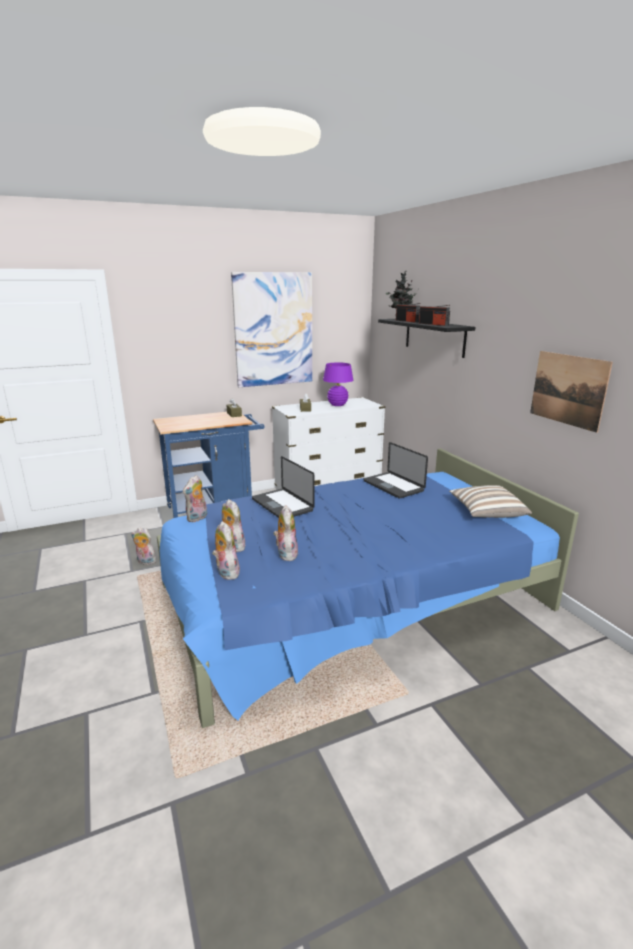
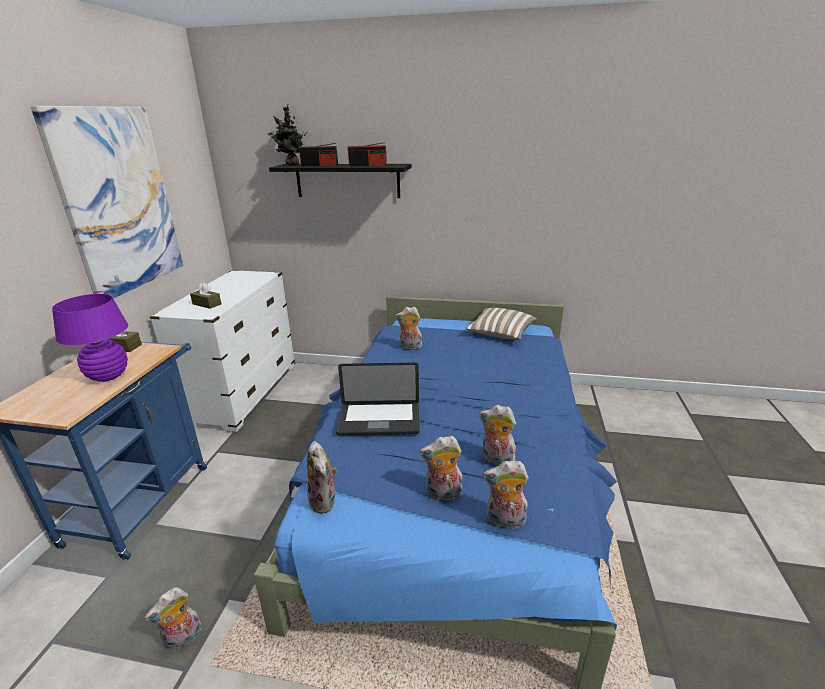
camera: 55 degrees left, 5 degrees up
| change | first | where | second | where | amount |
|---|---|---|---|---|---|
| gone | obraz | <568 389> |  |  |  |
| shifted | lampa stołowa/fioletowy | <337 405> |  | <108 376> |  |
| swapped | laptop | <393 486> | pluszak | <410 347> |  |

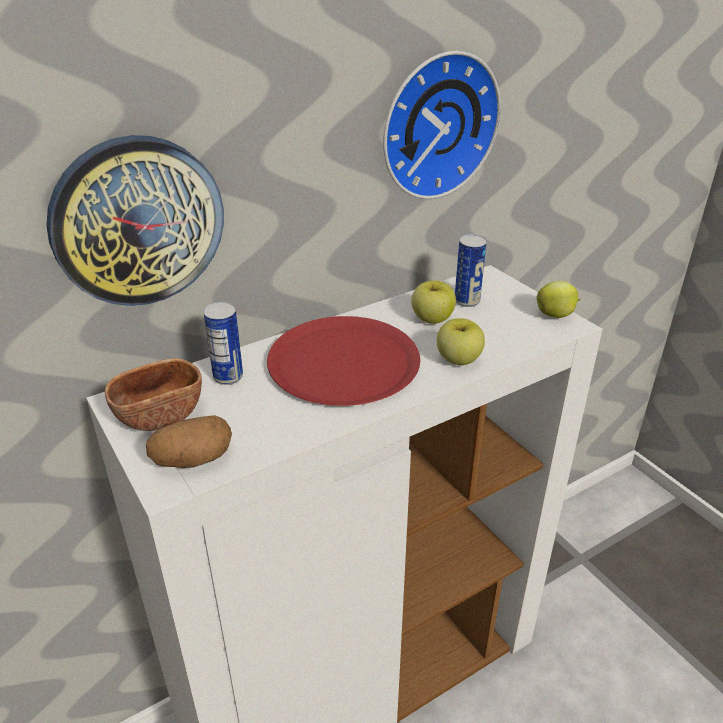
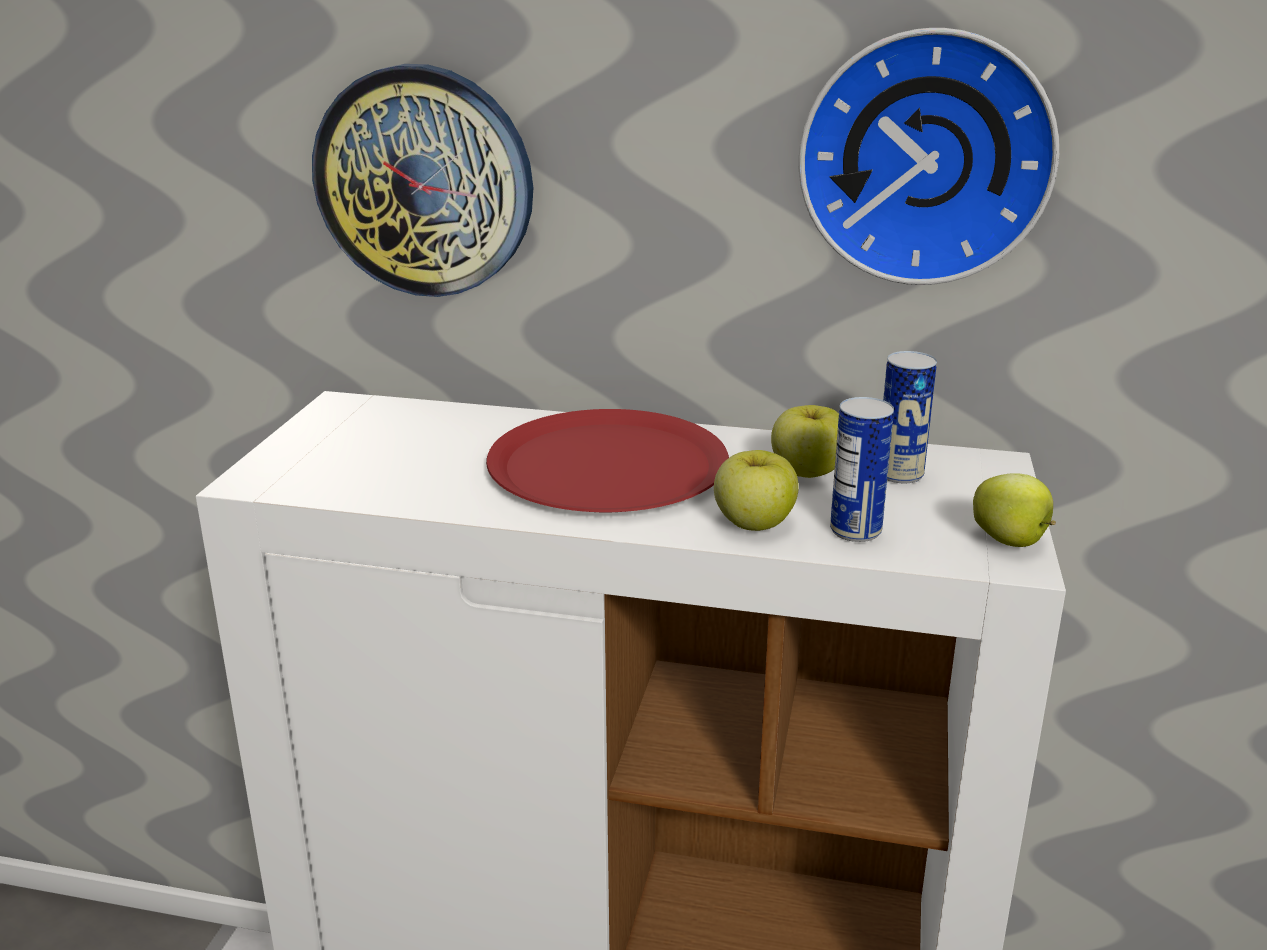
camera: 45 degrees right, 10 degrees down
| change | first | where | second | where | amount |
|---|---|---|---|---|---|
| shifted | puszka | <228 376> |  | <855 531> |  |
| gone | miska/brązowy | <159 414> |  |  |  |
| gone | ziemniak | <193 460> |  |  |  |

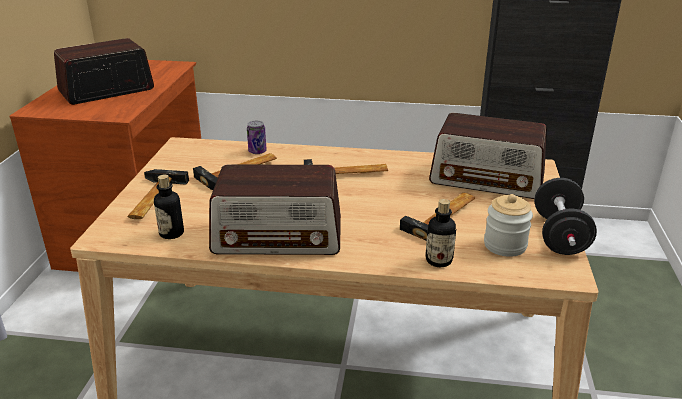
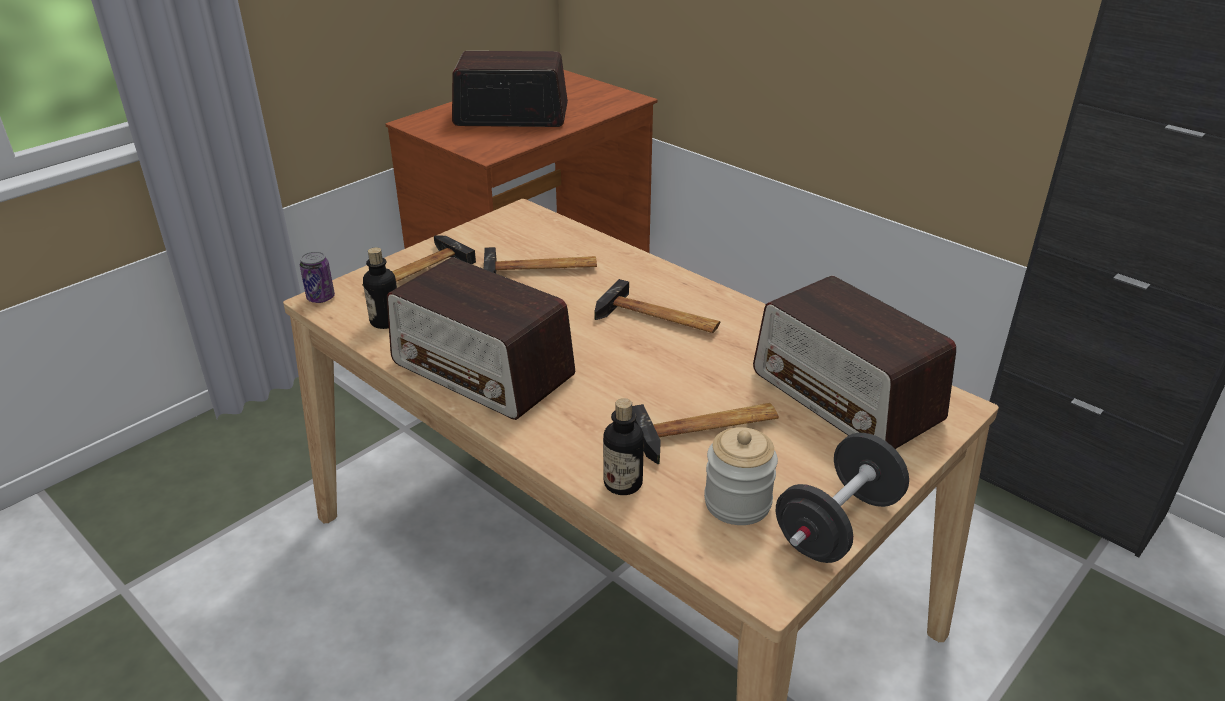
camera: 35 degrees right, 5 degrees up
| change | first | where | second | where | amount |
|---|---|---|---|---|---|
| shifted | puszka | <257 151> |  | <321 298> |  |

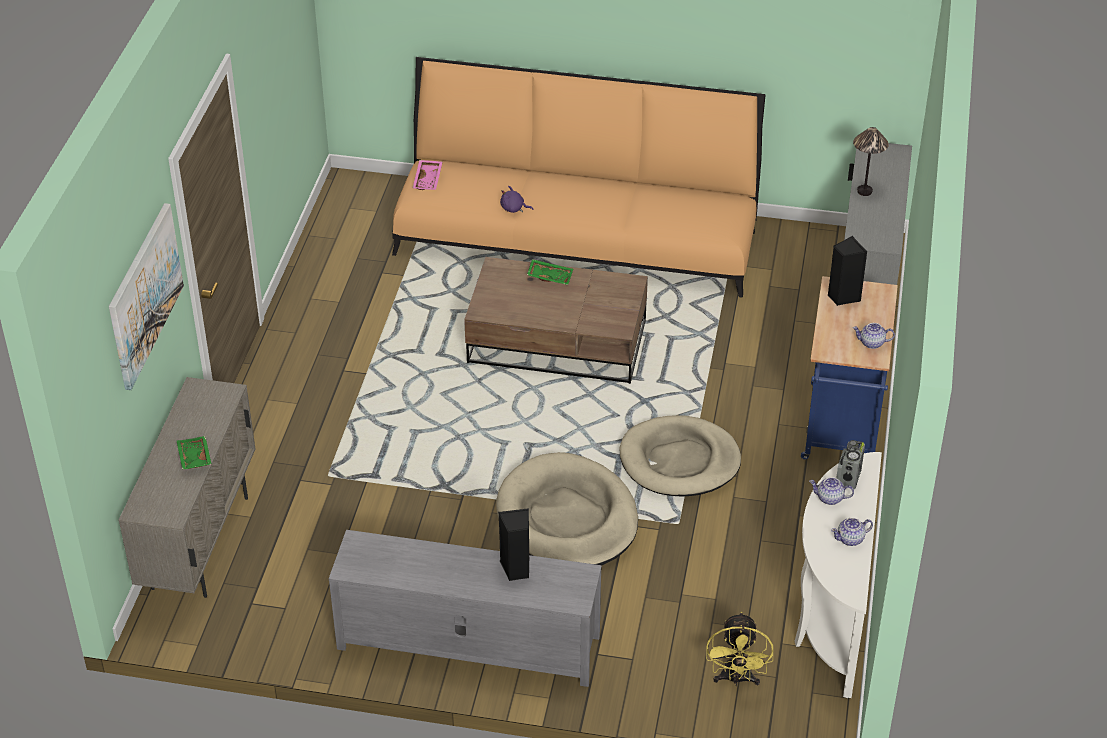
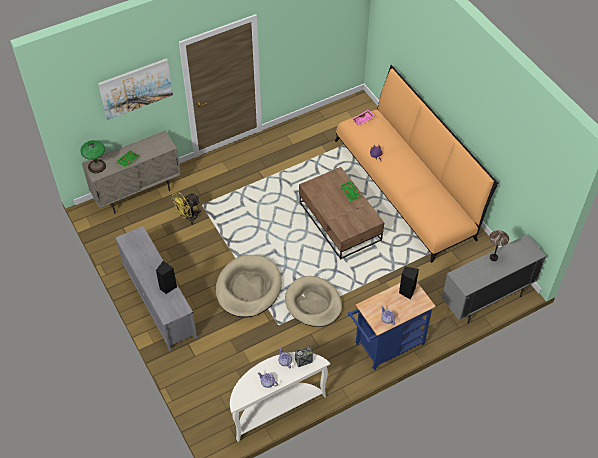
camera: 50 degrees right, 10 degrees up
| change | first | where | second | where | amount |
|---|---|---|---|---|---|
| shifted | wentylator/żółty | <736 679> |  | <188 217> |  |
| new |  |  | lampa stołowa | <97 166> |  |

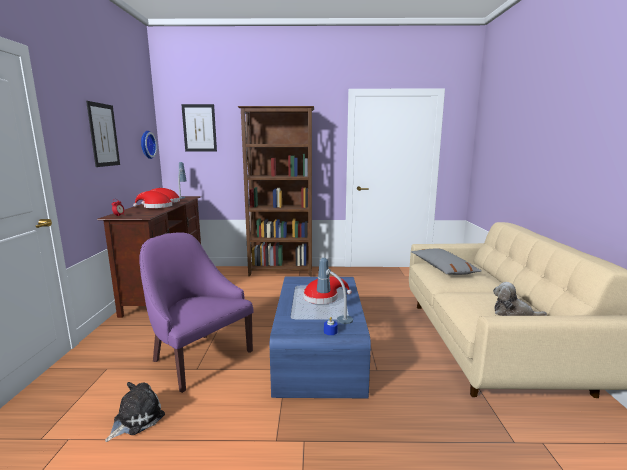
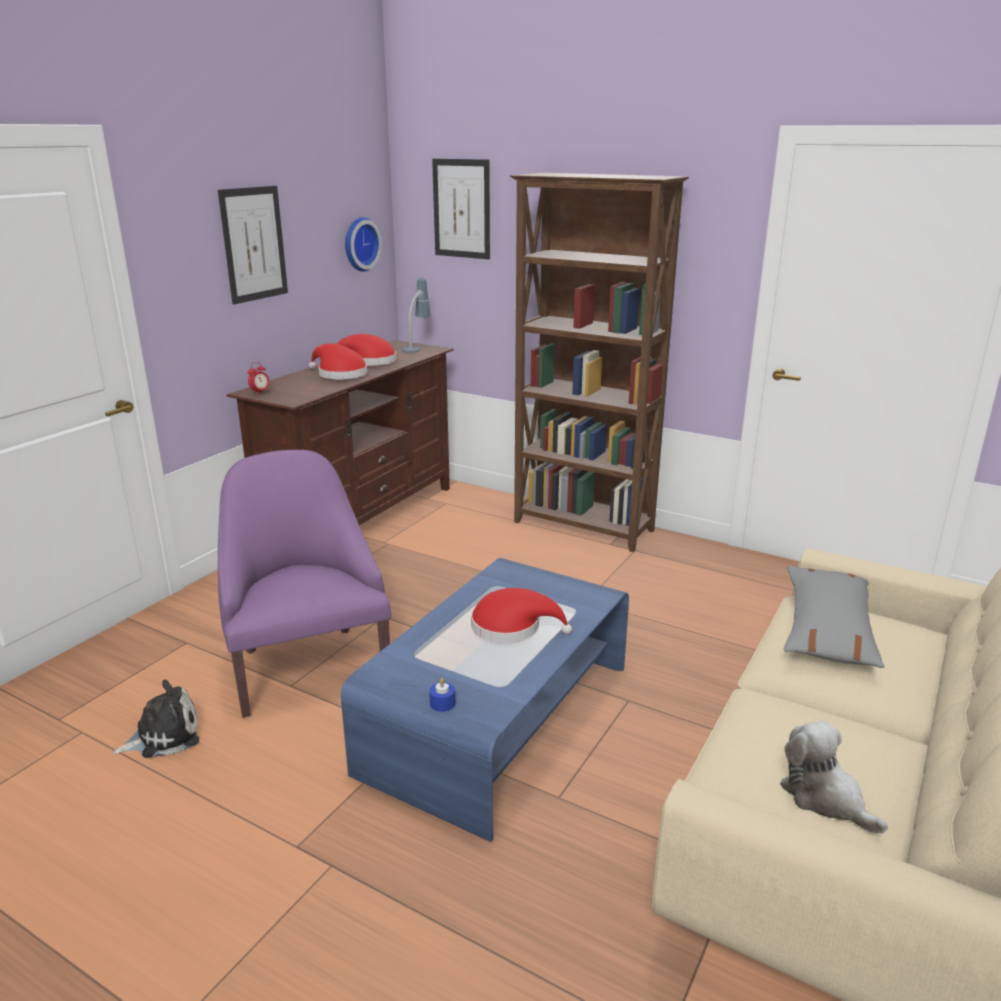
camera: 30 degrees right, 10 degrees up
| change | first | where | second | where | amount |
|---|---|---|---|---|---|
| gone | lampa stołowa | <334 317> |  |  |  |

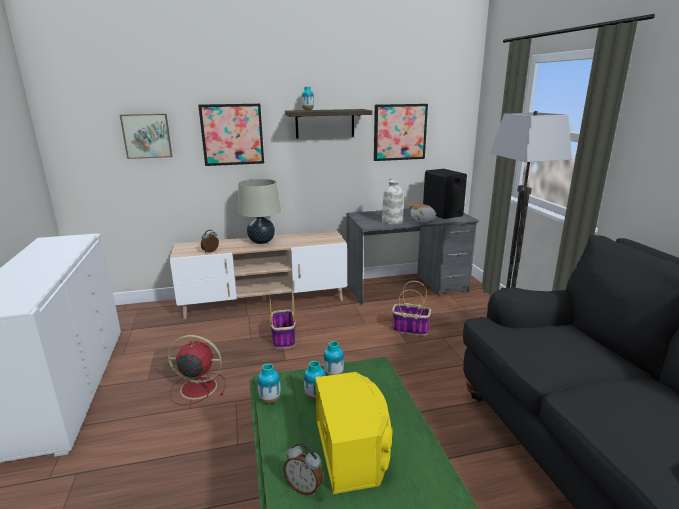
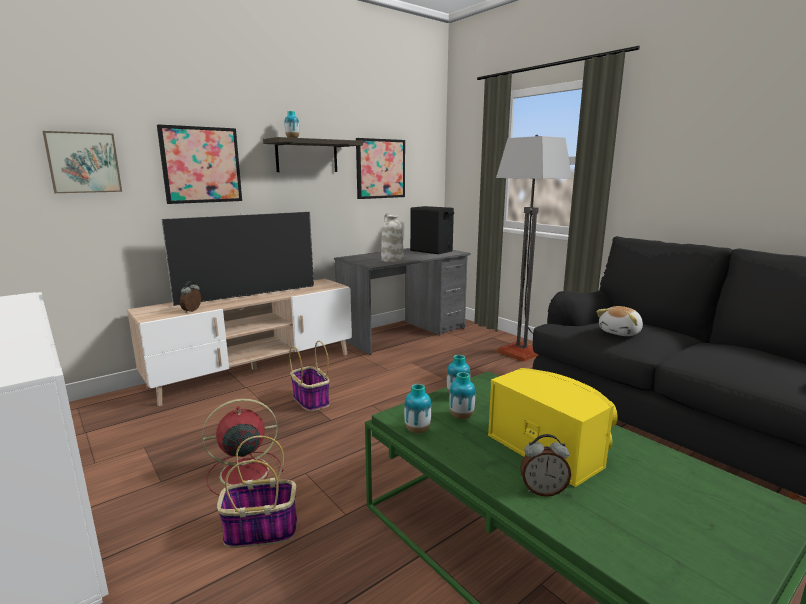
camera: 25 degrees left, 5 degrees down
| change | first | where | second | where | amount |
|---|---|---|---|---|---|
| swapped | lampa stołowa/beżowy | <261 241> | telewizor | <248 295> |  |
| shifted | pluszak | <423 220> |  | <621 332> |  |
| shifted | koszyk | <409 329> |  | <259 531> |  |

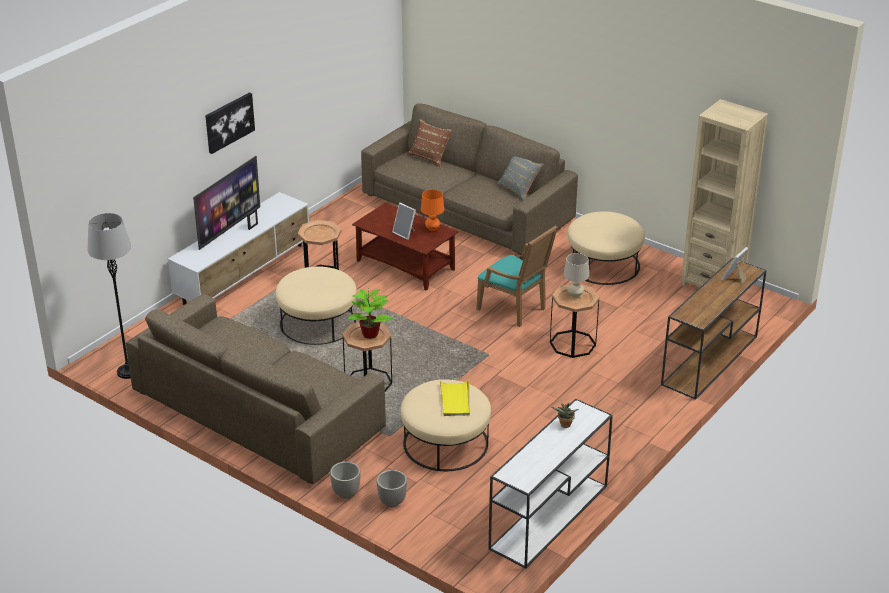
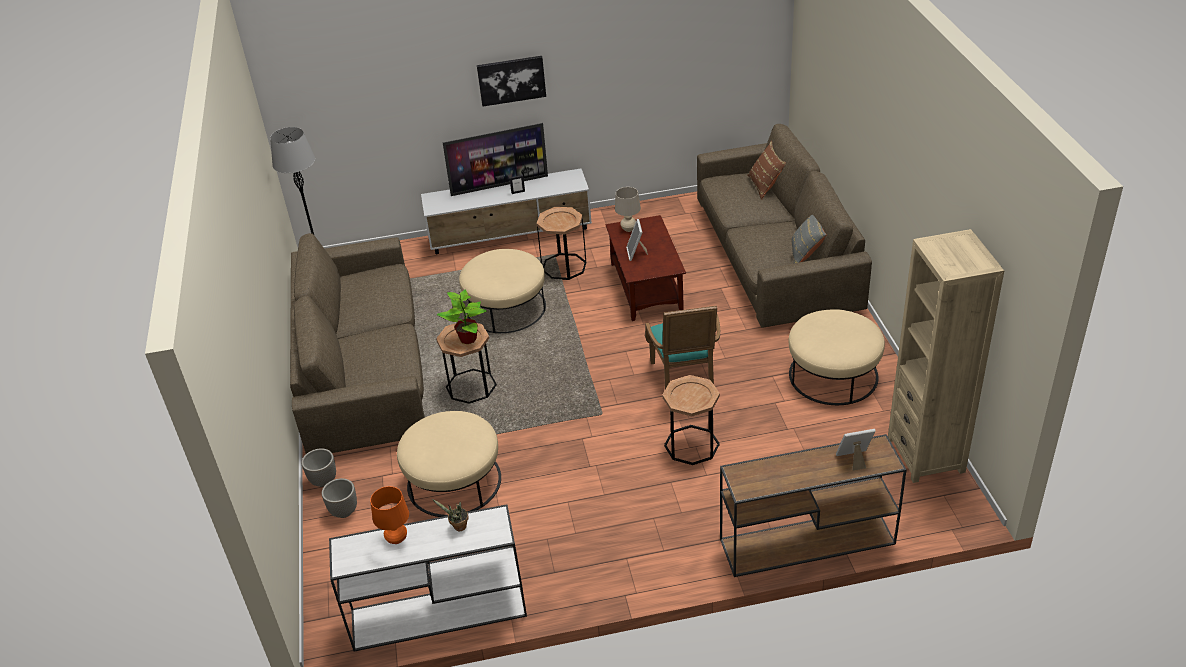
camera: 45 degrees right, 5 degrees up
| change | first | where | second | where | amount |
|---|---|---|---|---|---|
| shifted | lampa stołowa/pomarańczowy | <432 228> |  | <396 539> |  |
| shifted | lampa stołowa/beżowy | <575 295> |  | <628 229> |  |
| gone | taca/żółty | <455 400> |  |  |  |

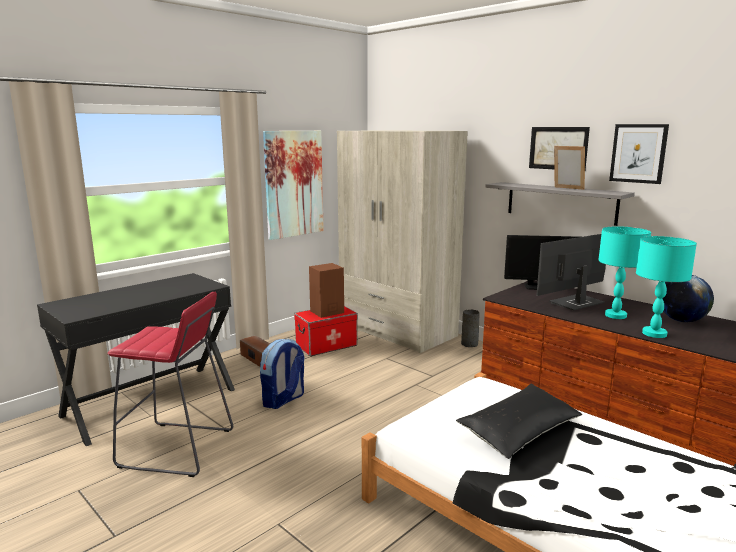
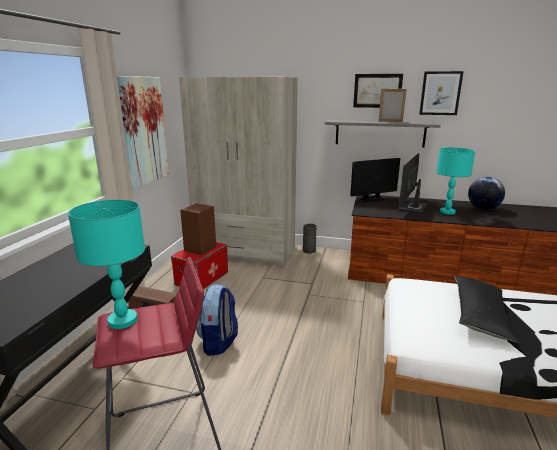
camera: 30 degrees left, 5 degrees up
| change | first | where | second | where | amount |
|---|---|---|---|---|---|
| shifted | lampa stołowa/turkusowy | <655 334> |  | <123 320> |  |

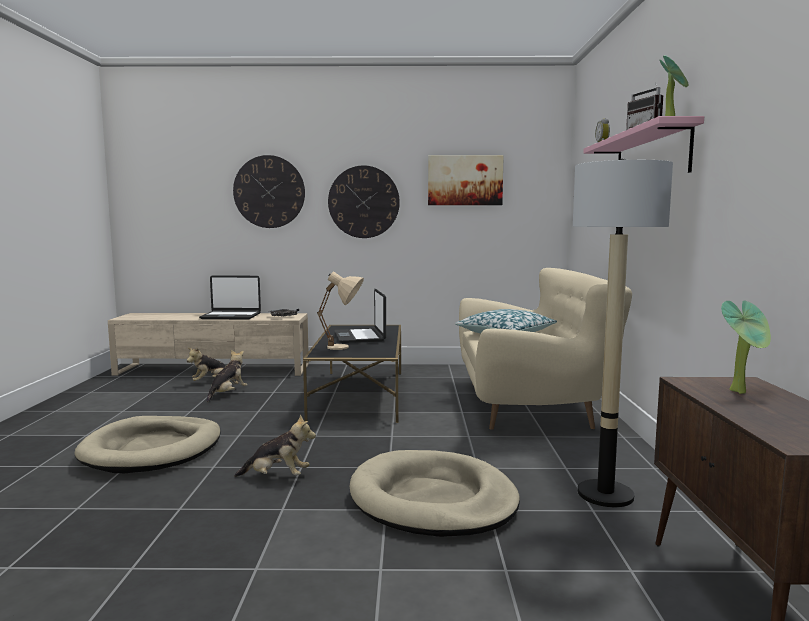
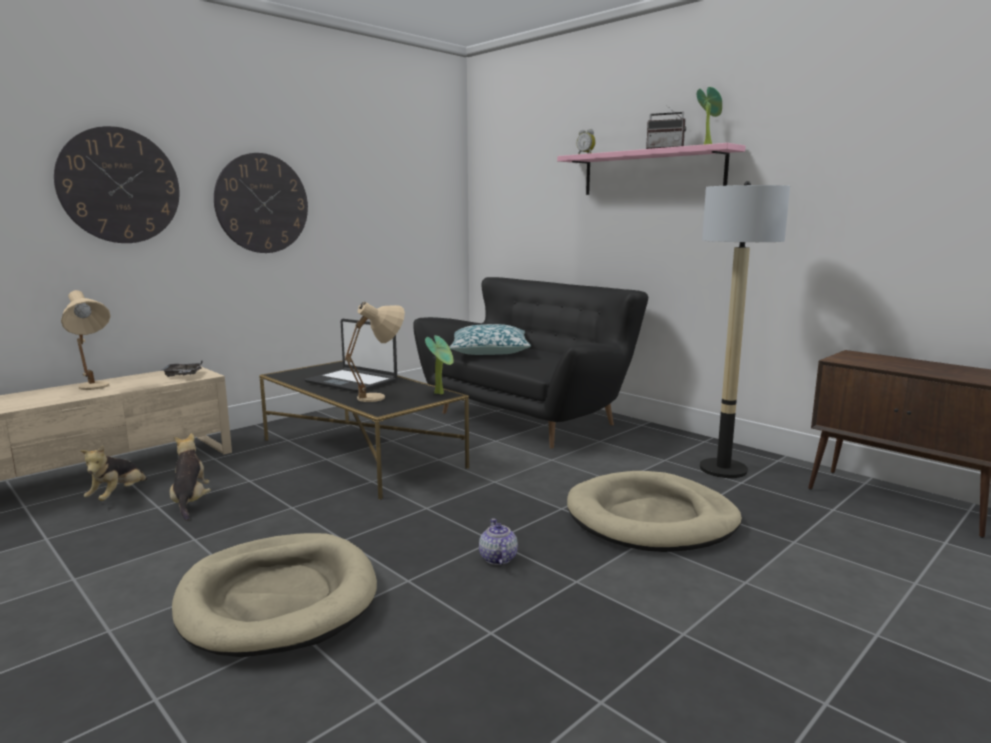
camera: 45 degrees left, 5 degrees up
| change | first | where | second | where | amount |
|---|---|---|---|---|---|
| gone | obraz | <465 180> |  |  |  |
| repainted | kanapa/beżowy | <532 404> | kanapa/czarny | <530 417> |  |
| swapped | laptop | <231 316> | lampa stołowa/beżowy | <94 388> |  |
| shifted | roślina doniczkowa | <742 392> |  | <441 393> |  |
| swapped | pluszak | <277 477> | imbryk | <497 559> |  |

